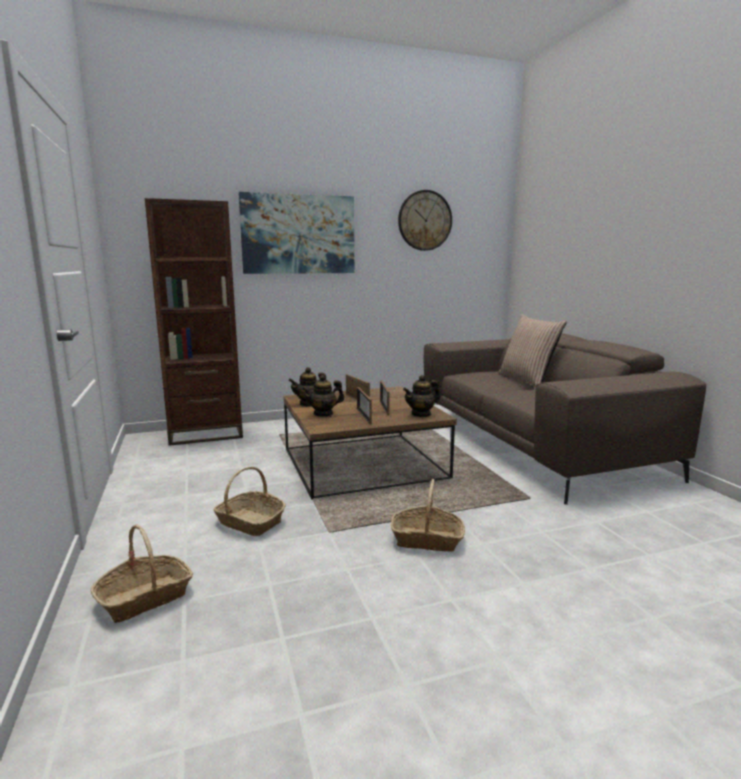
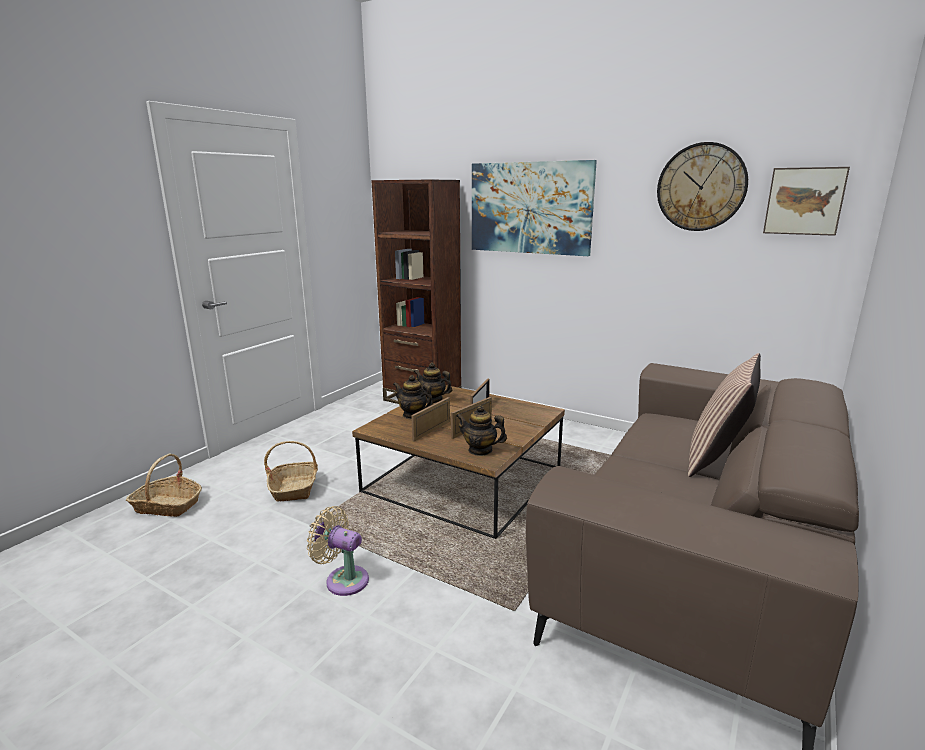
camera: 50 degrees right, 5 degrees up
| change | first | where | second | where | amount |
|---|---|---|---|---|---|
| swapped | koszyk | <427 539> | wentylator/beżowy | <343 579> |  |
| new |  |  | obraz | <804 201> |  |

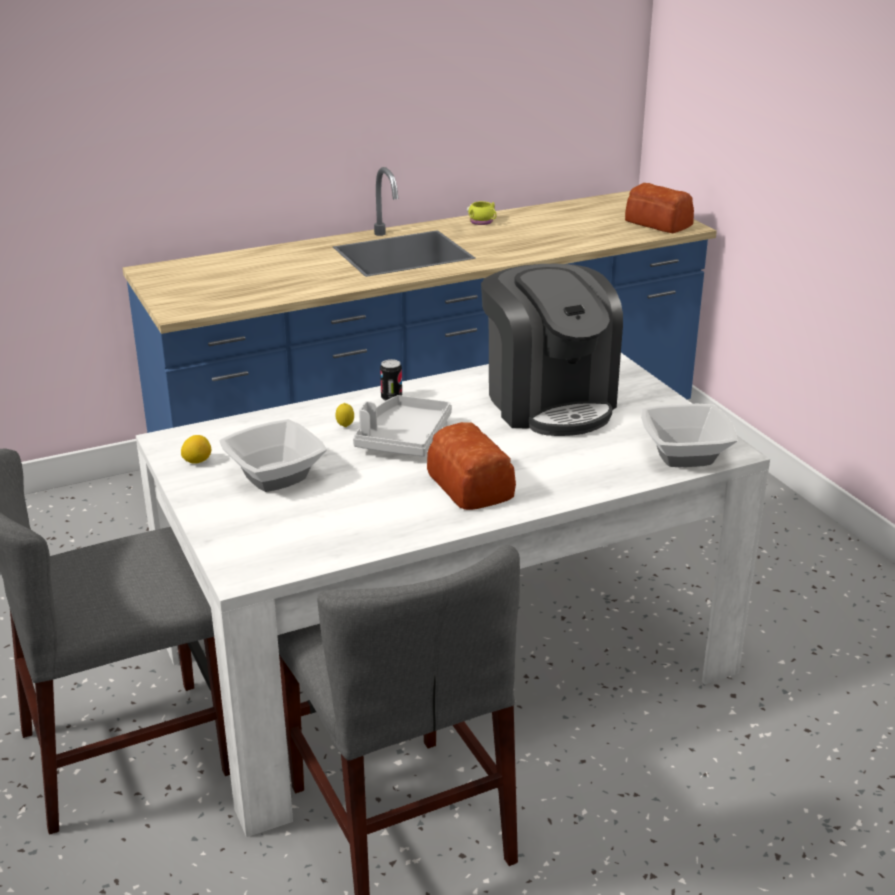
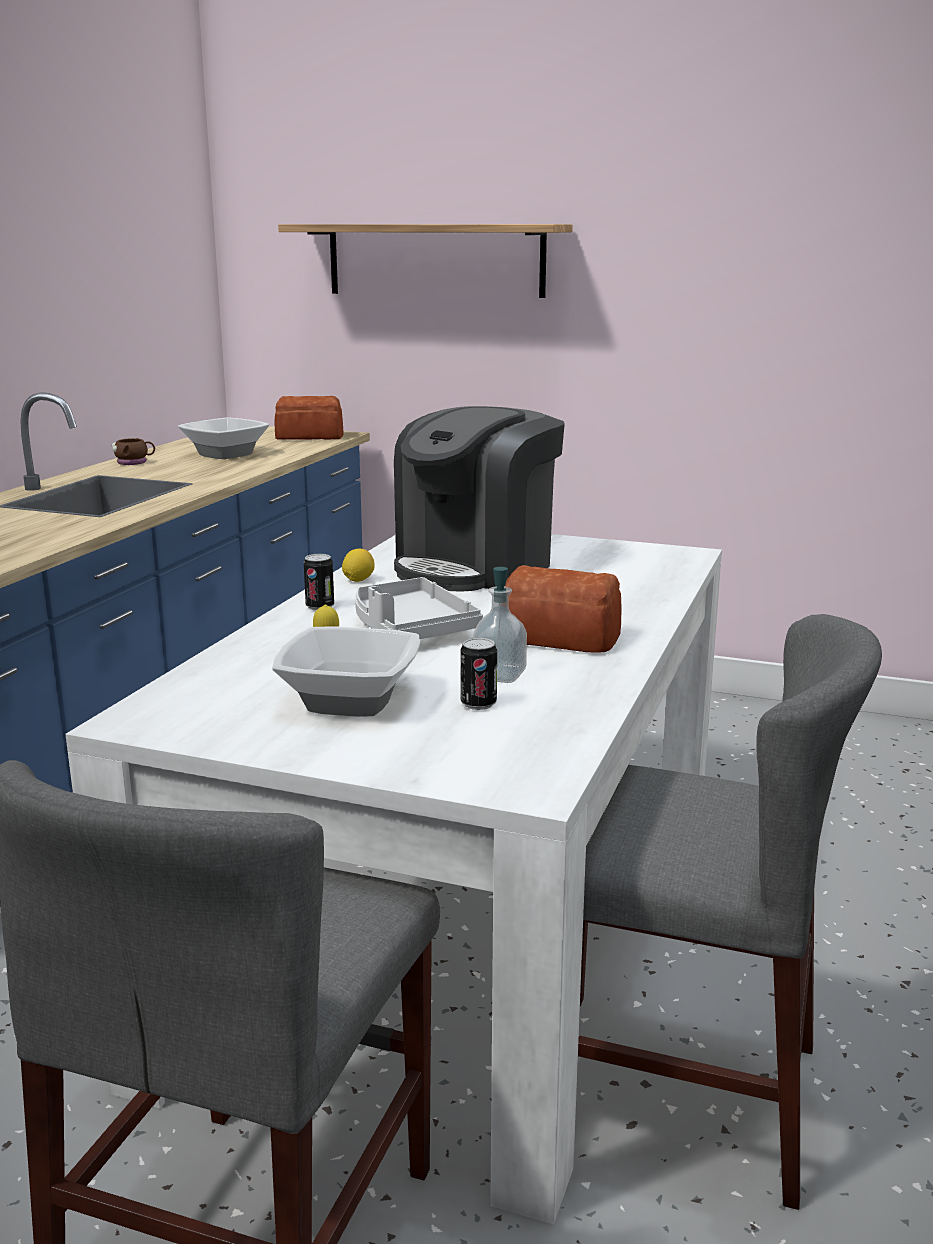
camera: 45 degrees left, 10 degrees down
| change | first | where | second | where | amount |
|---|---|---|---|---|---|
| repainted | kubek/żółty | <483 222> | kubek/brązowy | <134 462> |  |
| rotated | ekspres do kawy | <549 402> |  | <476 567> | 105 degrees clockwise |
| shifted | miska | <683 454> |  | <224 454> |  |
| shifted | cytryna | <197 461> |  | <358 580> |  |
| new |  |  | półka | <435 260> |  |
| new |  |  | dozownik mydła | <499 675> |  |
| new |  |  | puszka | <478 704> |  |

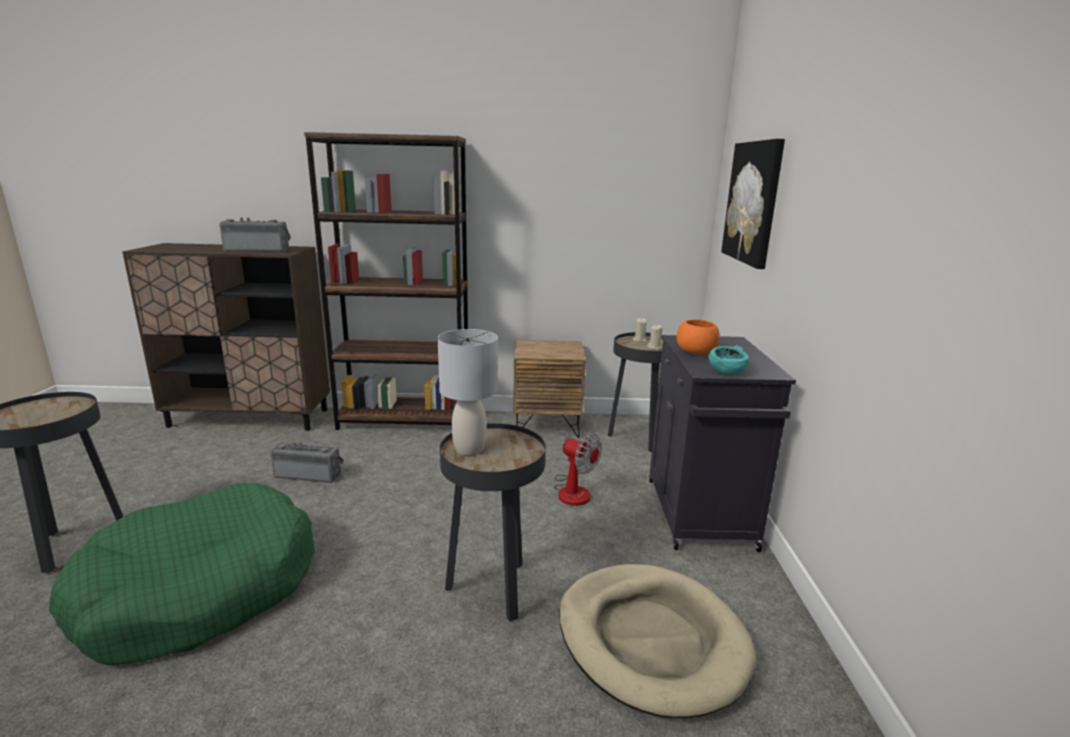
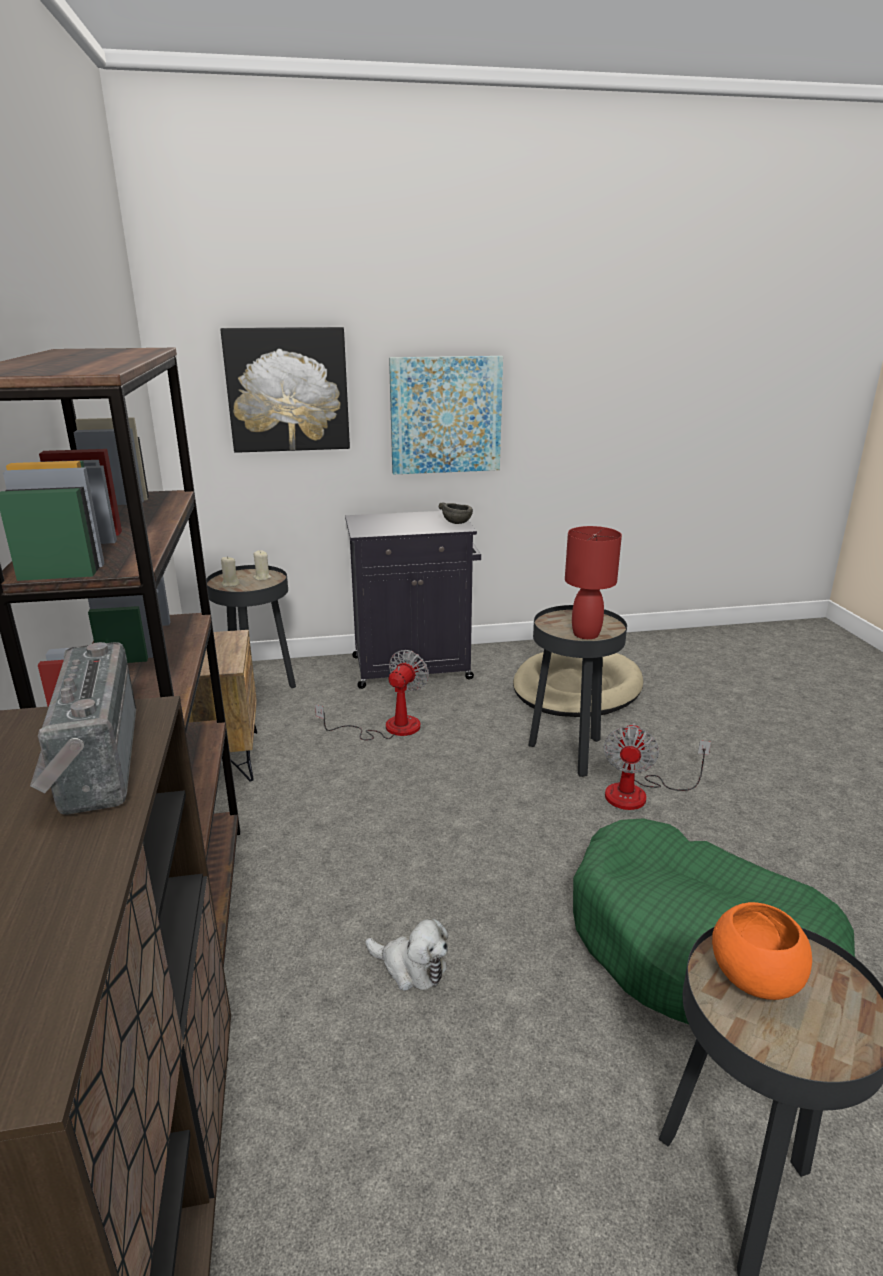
camera: 100 degrees left, 5 degrees up
| change | first | where | second | where | amount |
|---|---|---|---|---|---|
| shifted | miska/pomarańczowy | <695 352> |  | <754 979> |  |
| repainted | lampa stołowa/szary | <469 449> | lampa stołowa/czerwony | <586 634> |  |
| repainted | miska/turkusowy | <727 372> | miska/szary | <457 522> |  |
| swapped | radio | <309 474> | pluszak | <411 967> |  |
| new |  |  | obraz | <445 415> |  |
| new |  |  | wentylator | <639 793> |  |

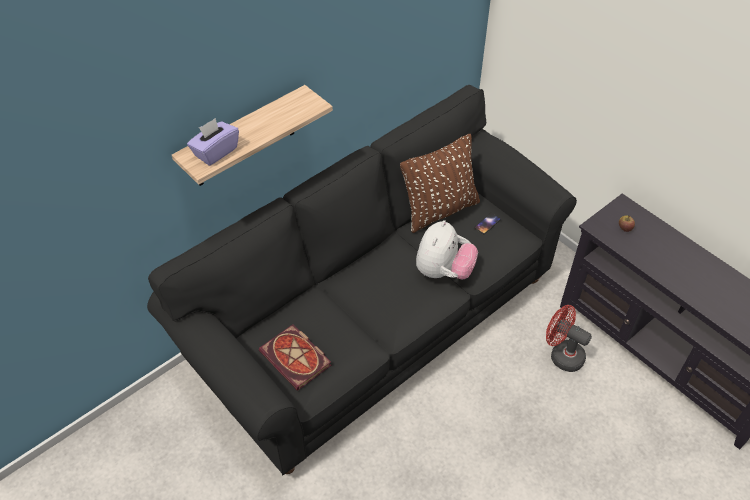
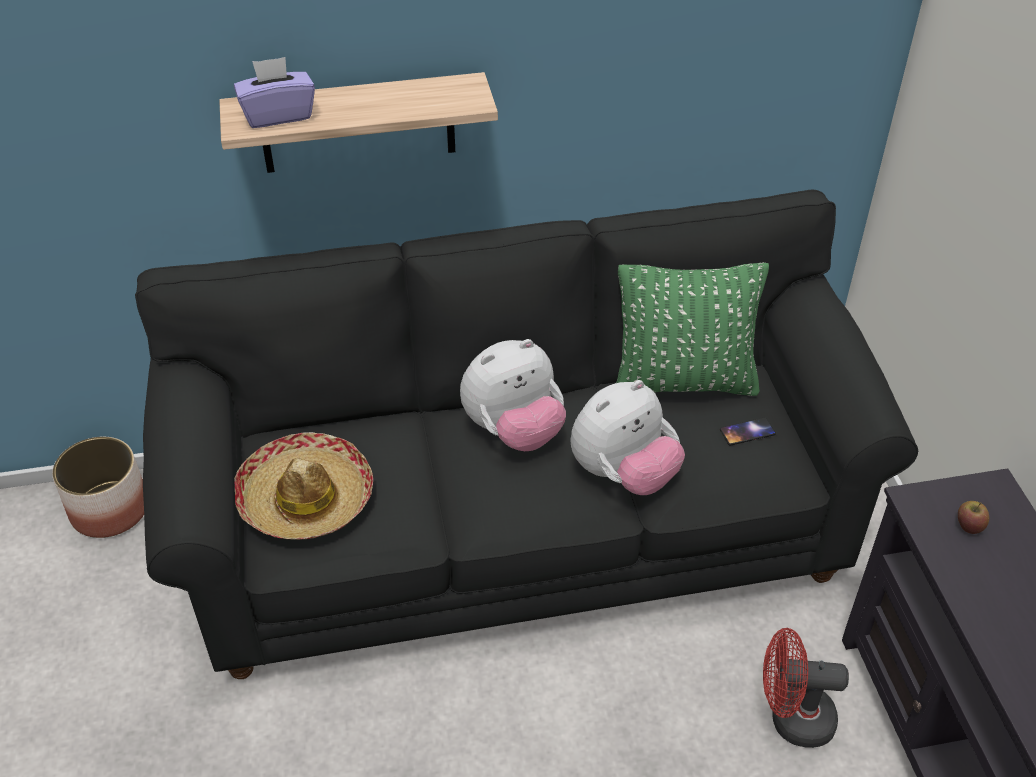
camera: 30 degrees right, 5 degrees down
| change | first | where | second | where | amount |
|---|---|---|---|---|---|
| repainted | poduszka/brązowy | <439 210> | poduszka/zielony | <683 382> |  |
| rotated | wentylator/czerwony | <562 355> |  | <791 719> | 60 degrees counterclockwise |
| swapped | książka | <297 359> | kapelusz | <305 498> |  |
| new |  |  | pluszak | <514 431> |  |
| new |  |  | donica | <110 509> |  |

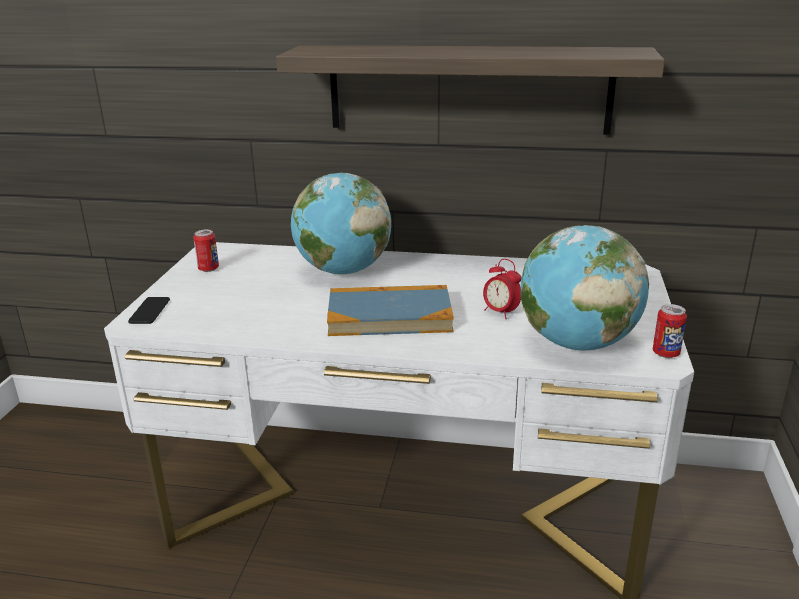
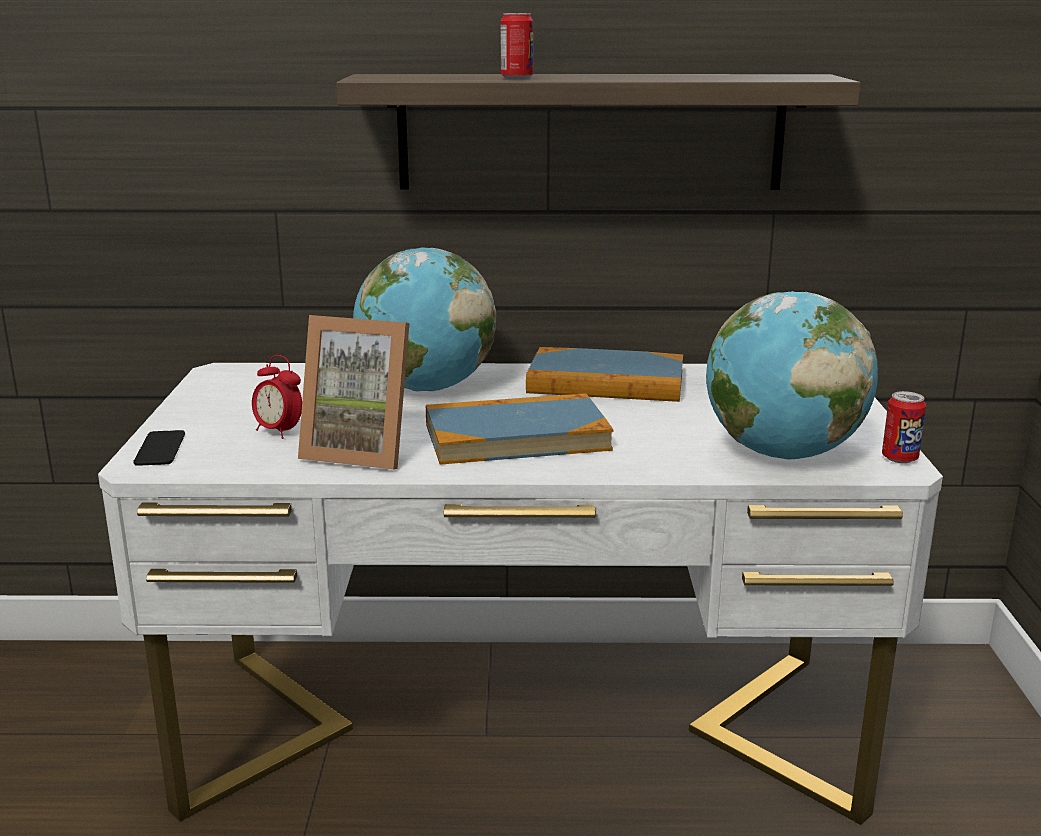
camera: 10 degrees left, 5 degrees down
| change | first | where | second | where | amount |
|---|---|---|---|---|---|
| shifted | puszka | <208 269> |  | <516 78> |  |
| shifted | budzik | <500 312> |  | <279 432> |  |
| new |  |  | ramka na zdjęcie | <361 451> |  |
| new |  |  | książka | <606 382> |  |

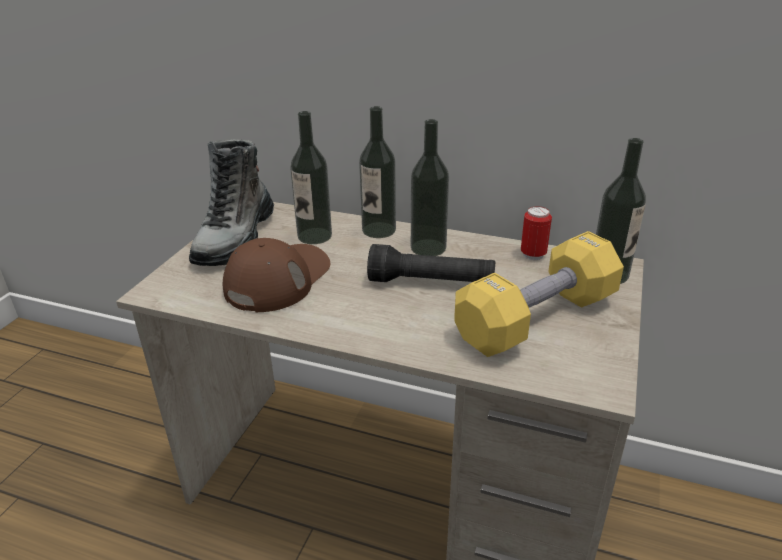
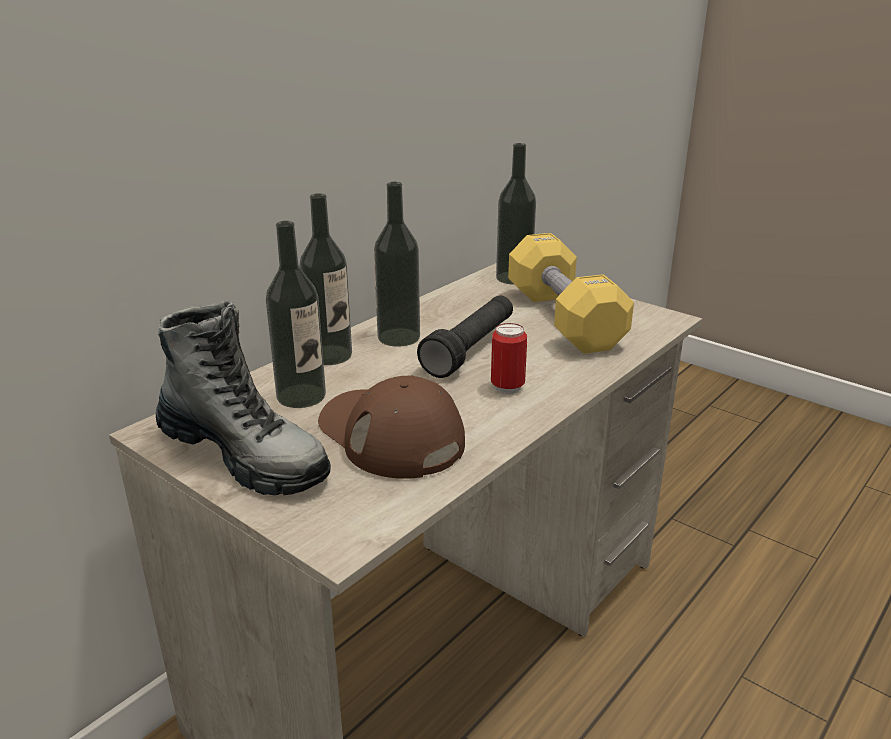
camera: 70 degrees left, 5 degrees down
| change | first | where | second | where | amount |
|---|---|---|---|---|---|
| shifted | puszka | <533 255> |  | <507 387> |  |

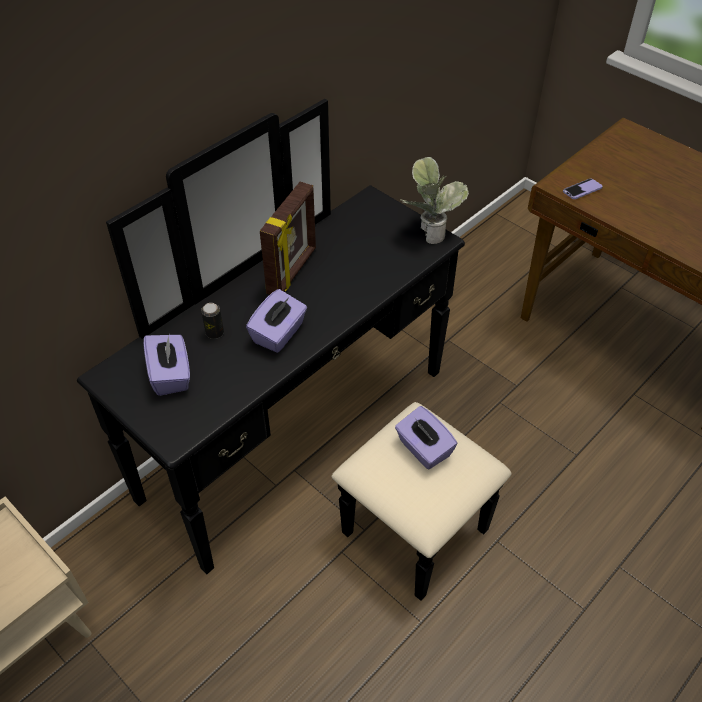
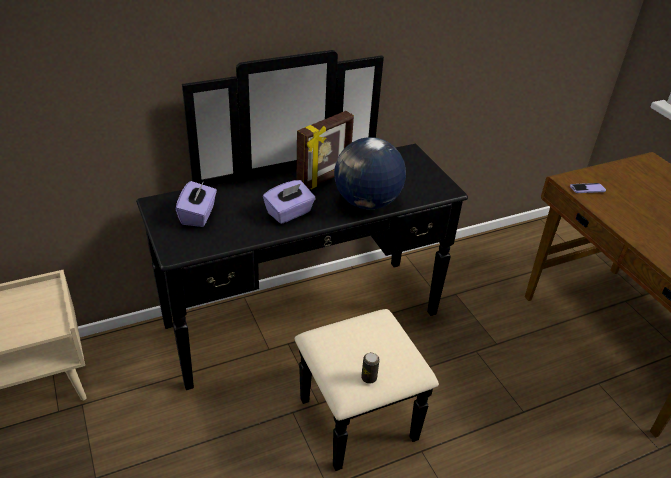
camera: 20 degrees right, 10 degrees down
| change | first | where | second | where | amount |
|---|---|---|---|---|---|
| gone | roślina doniczkowa | <429 232> |  |  |  |
| shifted | puszka | <214 333> |  | <369 378> |  |
| gone | pudełko chusteczek/fioletowy | <423 449> |  |  |  |
| new |  |  | globus | <367 203> |  |

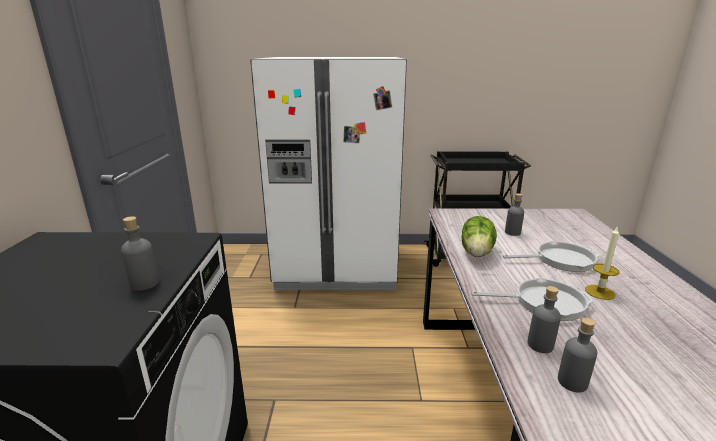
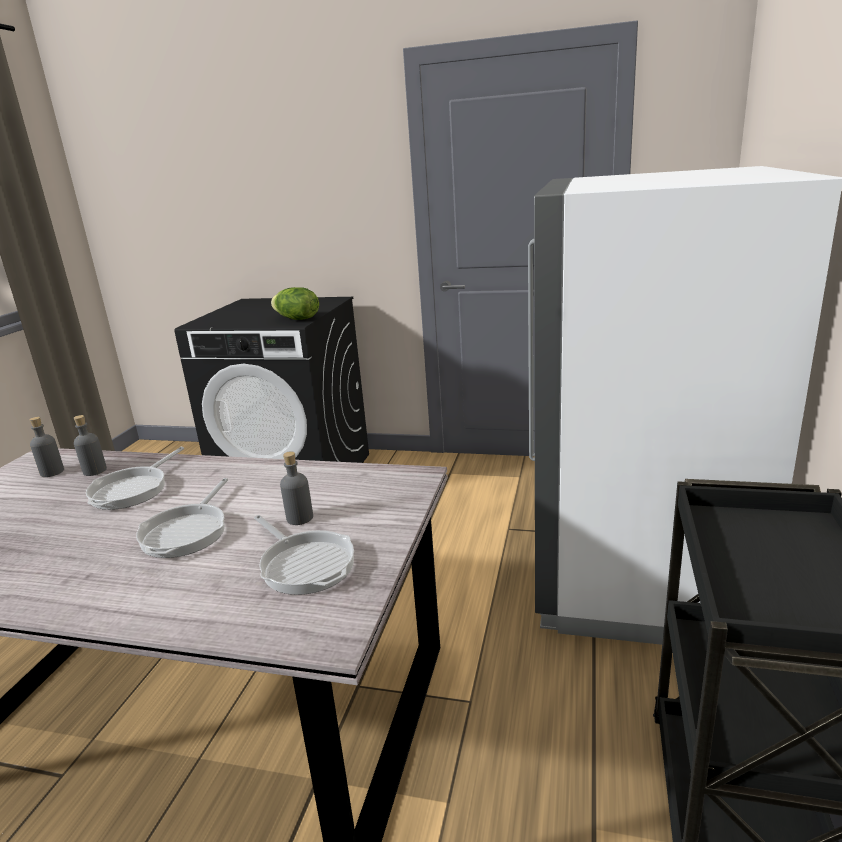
camera: 105 degrees right, 0 degrees up
| change | first | where | second | where | amount |
|---|---|---|---|---|---|
| gone | butelka/szary | <144 283> |  |  |  |
| shifted | sałata | <477 252> |  | <297 319> |  |
| gone | świeca | <600 292> |  |  |  |
| new |  |  | patelnia | <305 564> |  |

